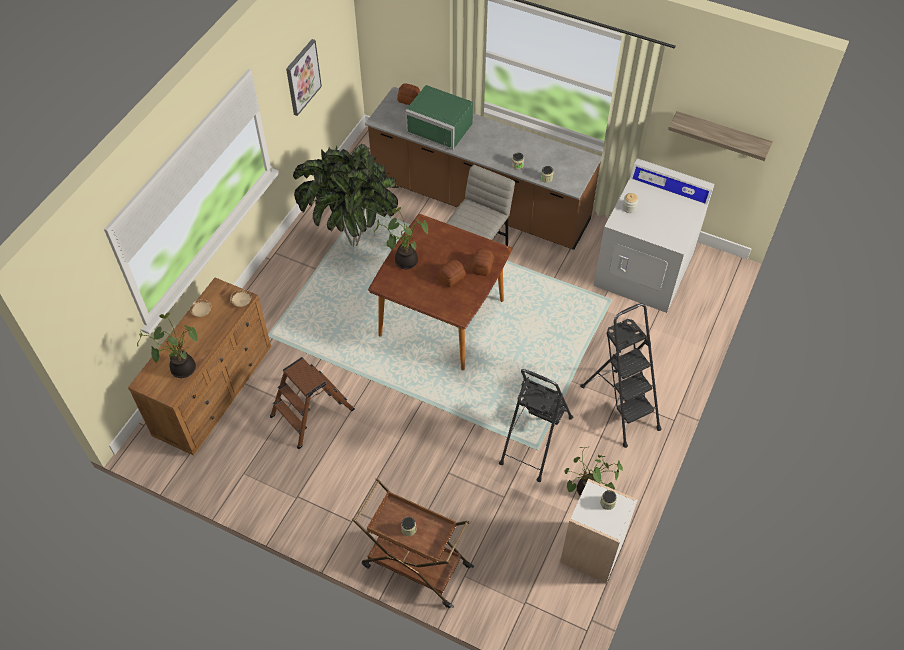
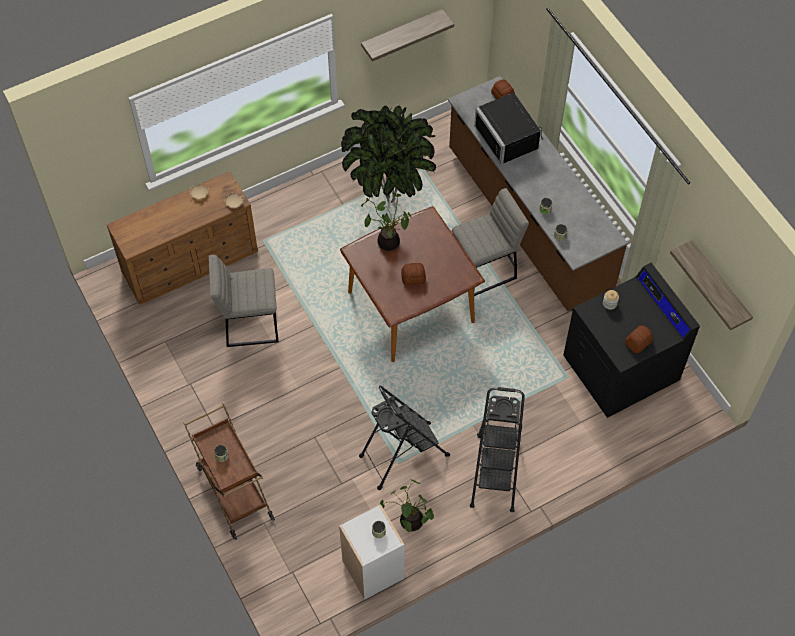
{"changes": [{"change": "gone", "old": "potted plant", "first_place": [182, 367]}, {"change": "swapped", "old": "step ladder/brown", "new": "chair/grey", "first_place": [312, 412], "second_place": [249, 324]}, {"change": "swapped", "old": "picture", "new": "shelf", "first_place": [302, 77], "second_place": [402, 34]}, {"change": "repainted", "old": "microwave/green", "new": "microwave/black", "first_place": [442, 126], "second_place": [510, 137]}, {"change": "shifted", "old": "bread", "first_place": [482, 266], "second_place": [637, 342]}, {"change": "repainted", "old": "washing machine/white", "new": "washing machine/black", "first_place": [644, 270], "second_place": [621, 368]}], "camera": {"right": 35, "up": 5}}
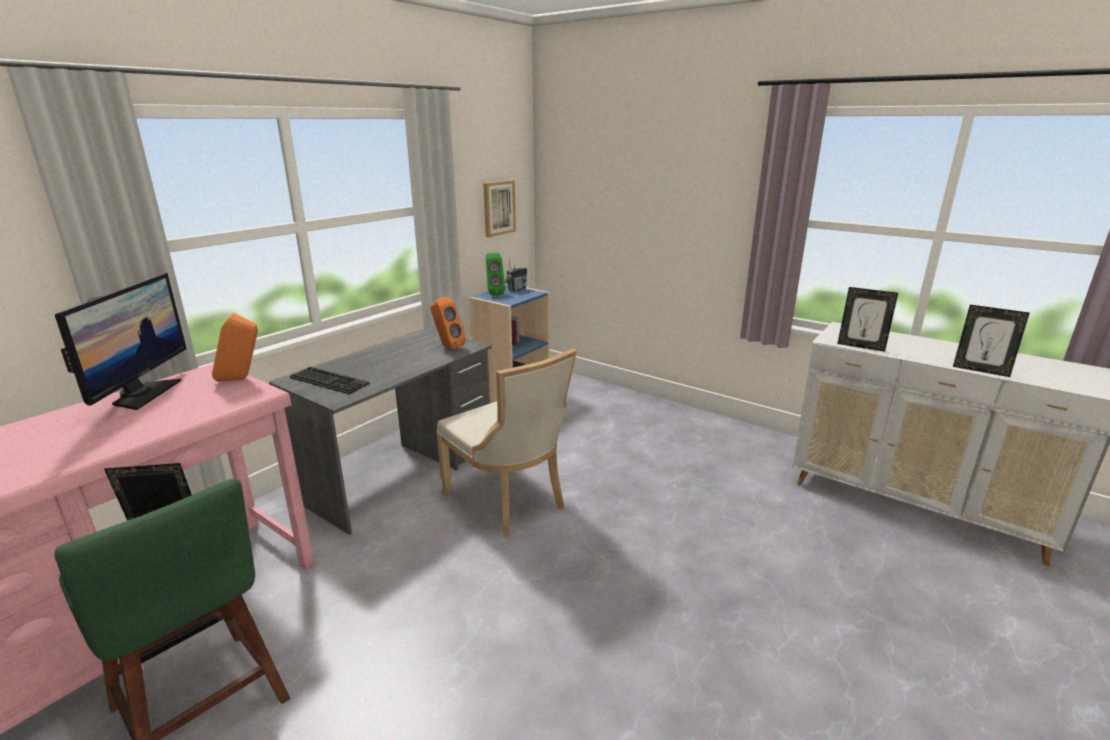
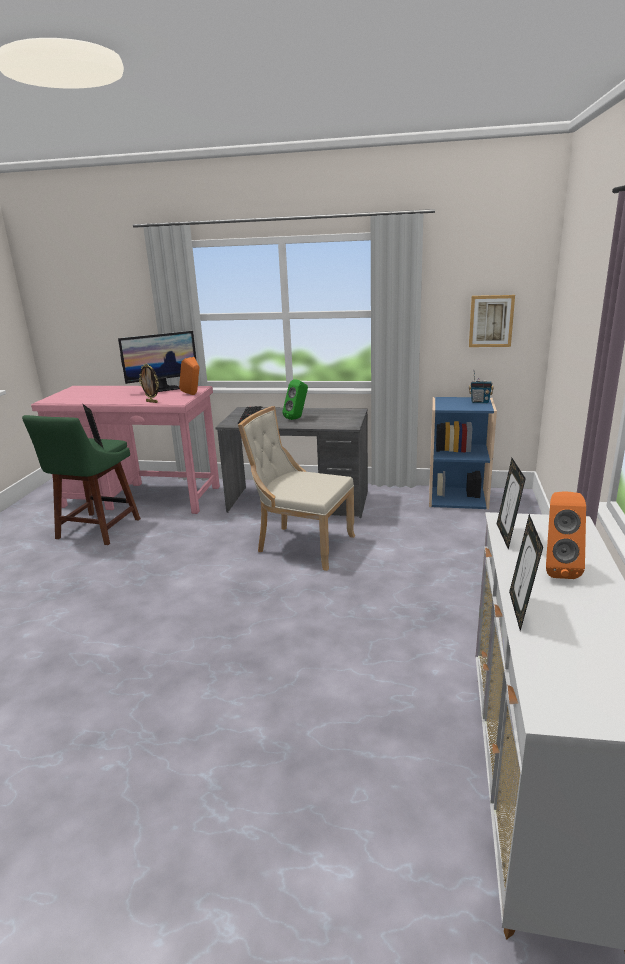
{"changes": [{"change": "shifted", "old": "speaker/orange", "first_place": [447, 346], "second_place": [557, 569]}, {"change": "rotated", "old": "chair/beige", "first_place": [509, 501], "second_place": [301, 545], "degrees": 90}, {"change": "shifted", "old": "speaker/green", "first_place": [494, 293], "second_place": [297, 418]}, {"change": "new", "new": "picture frame", "second_place": [152, 402]}], "camera": {"right": 65, "up": 0}}
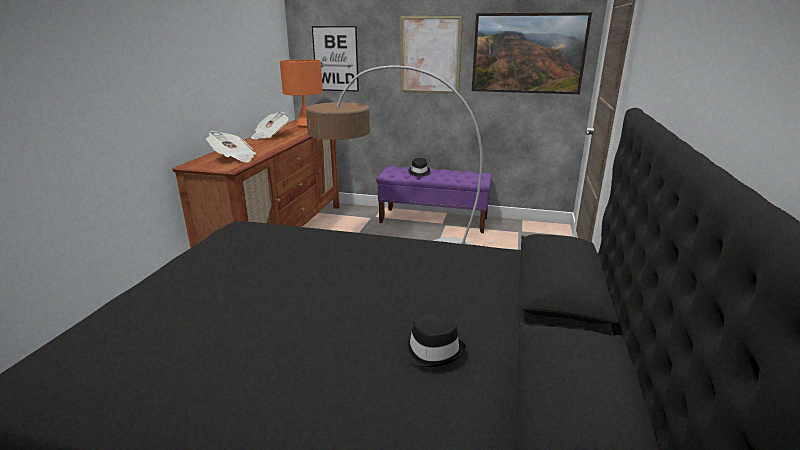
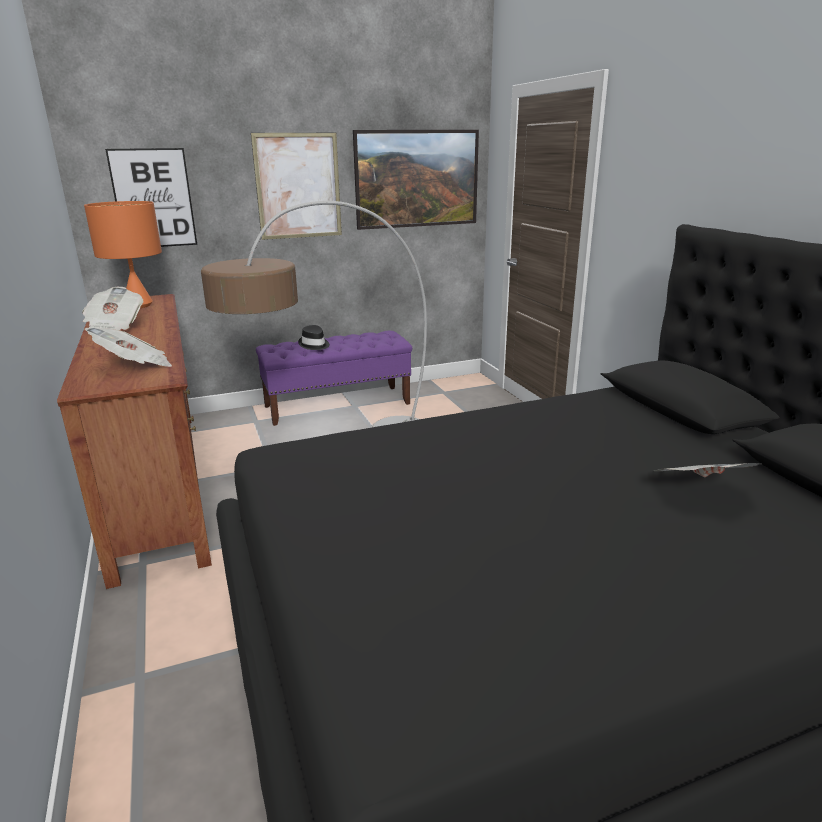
{"changes": [{"change": "swapped", "old": "hat/black", "new": "newspaper", "first_place": [432, 350], "second_place": [698, 490]}], "camera": {"right": -35, "up": 0}}
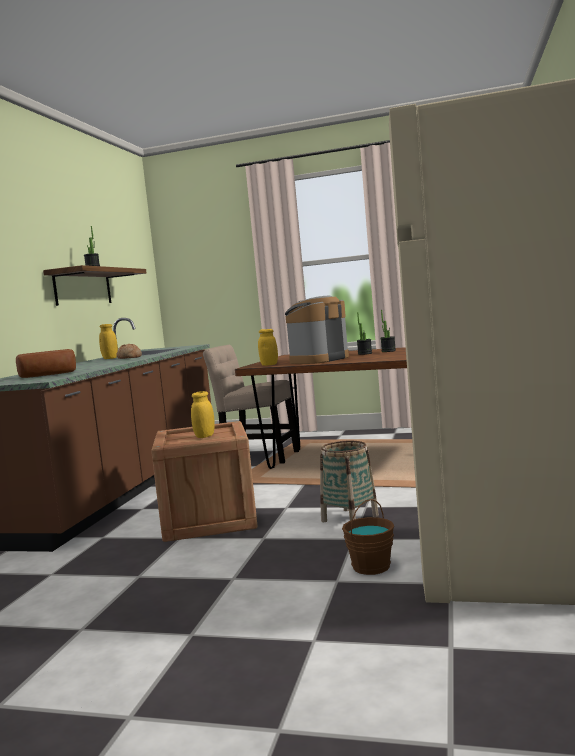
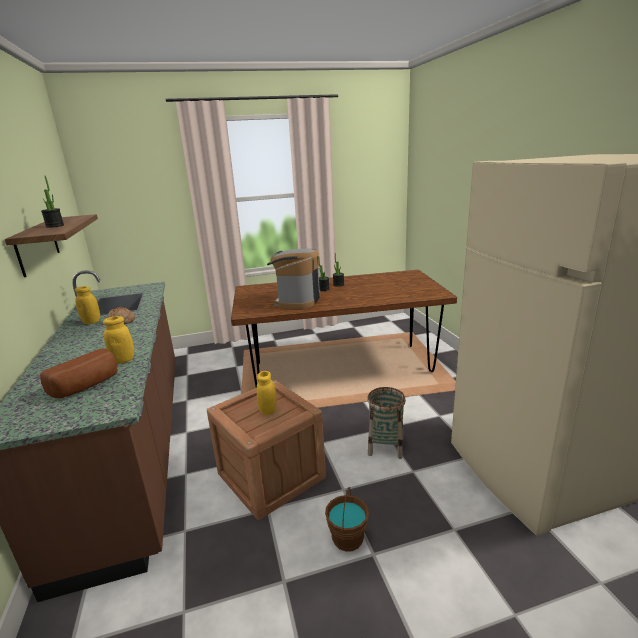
{"changes": [{"change": "gone", "old": "chair/beige", "first_place": [257, 458]}, {"change": "shifted", "old": "jar/yellow", "first_place": [269, 365], "second_place": [123, 360]}, {"change": "shifted", "old": "bucket/brown", "first_place": [371, 567], "second_place": [348, 538]}], "camera": {"right": -30, "up": 15}}
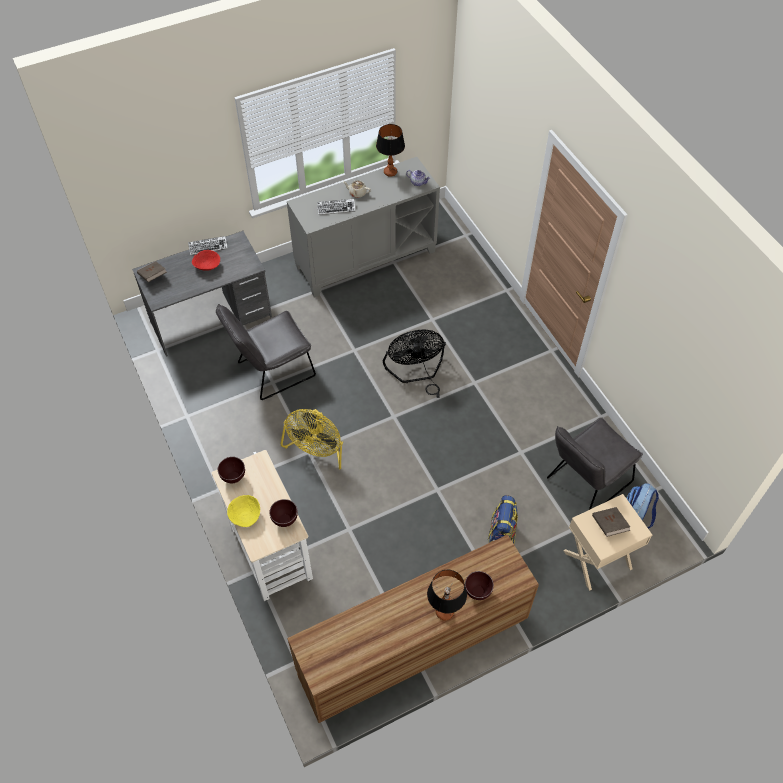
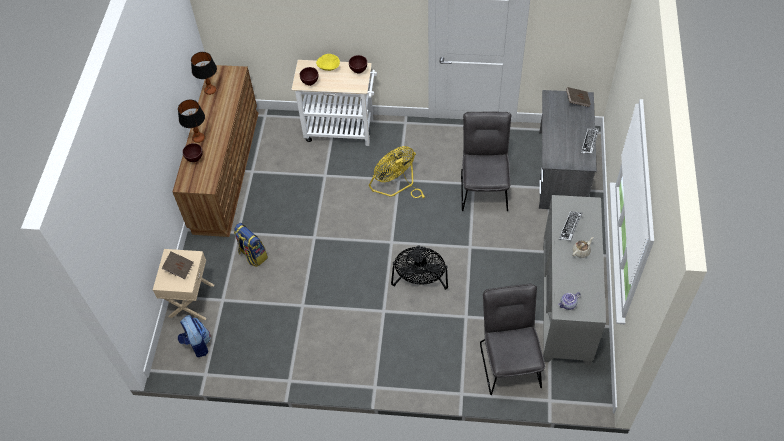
{"changes": [{"change": "gone", "old": "bowl/red", "first_place": [207, 266]}, {"change": "shifted", "old": "table lamp", "first_place": [390, 172], "second_place": [210, 90]}, {"change": "rotated", "old": "fan/black", "first_place": [418, 373], "second_place": [418, 277], "degrees": 75}, {"change": "shifted", "old": "chair/grey", "first_place": [585, 483], "second_place": [509, 360]}], "camera": {"right": 125, "up": 0}}
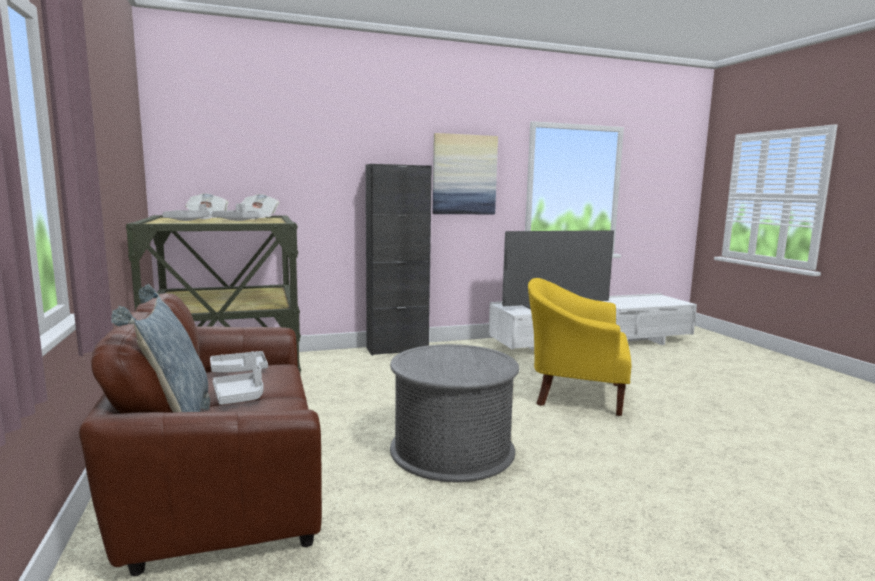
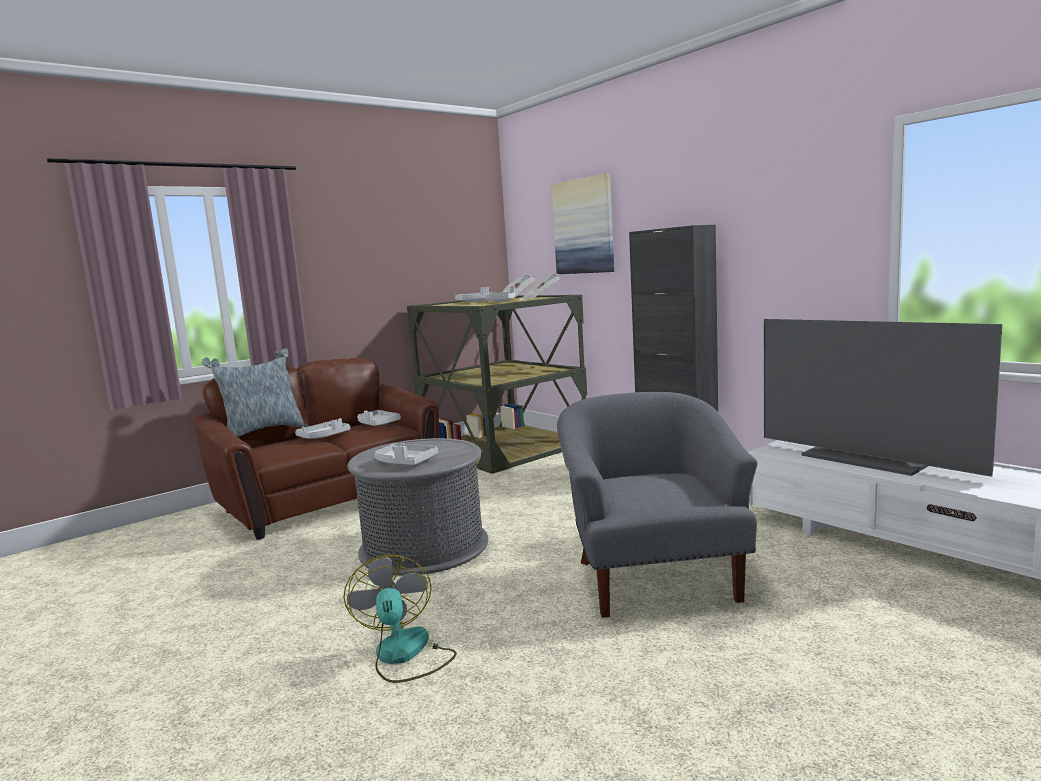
{"changes": [{"change": "shifted", "old": "picture", "first_place": [464, 175], "second_place": [584, 226]}, {"change": "repainted", "old": "armchair/yellow", "new": "armchair/grey", "first_place": [573, 394], "second_place": [654, 577]}, {"change": "new", "new": "fan", "second_place": [404, 655]}, {"change": "new", "new": "tray/grey", "second_place": [405, 462]}], "camera": {"right": 70, "up": 0}}
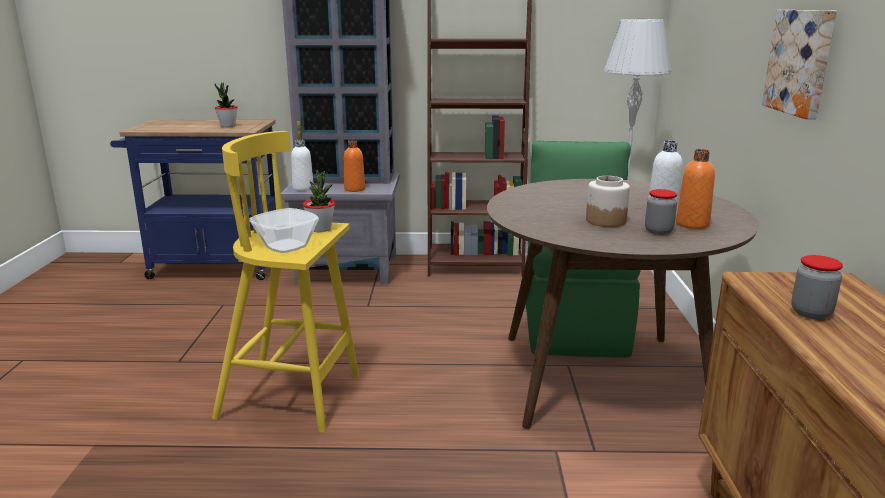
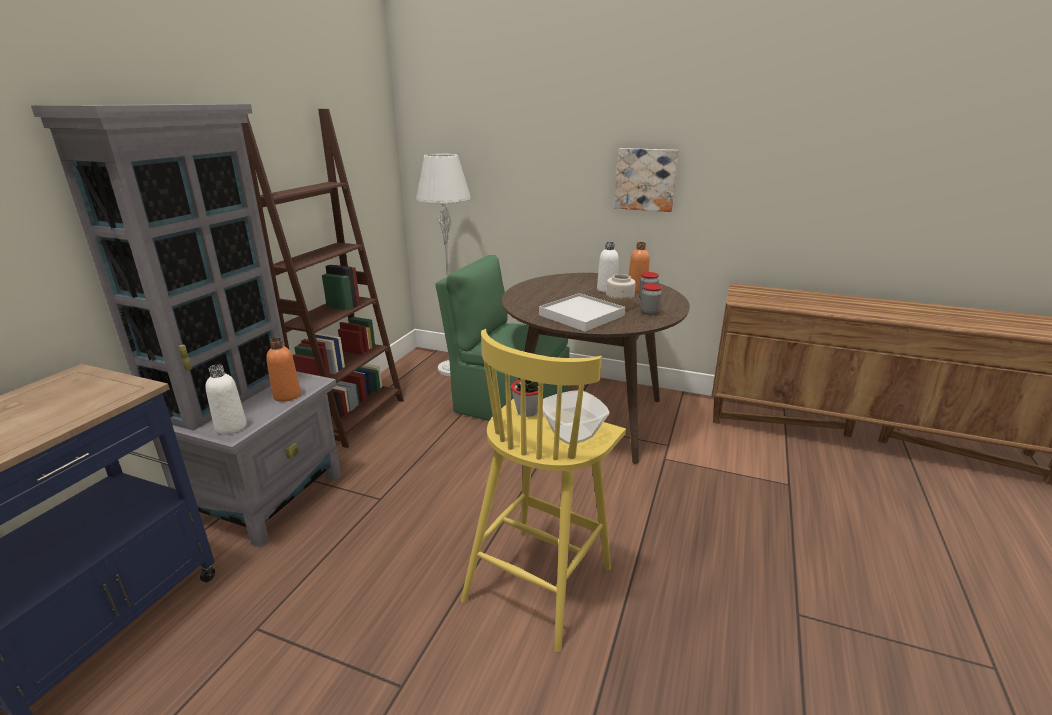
{"changes": [{"change": "gone", "old": "potted plant", "first_place": [228, 126]}, {"change": "shifted", "old": "jar", "first_place": [811, 313], "second_place": [649, 313]}, {"change": "new", "new": "tray/white", "second_place": [581, 315]}], "camera": {"right": -70, "up": 5}}
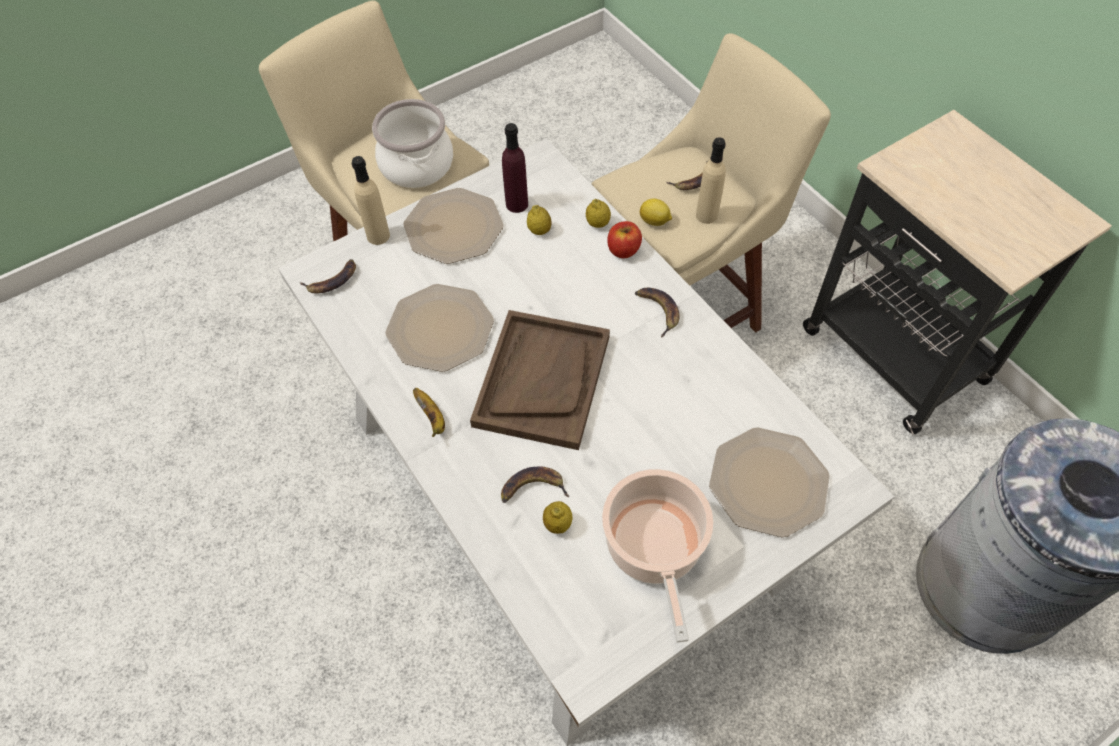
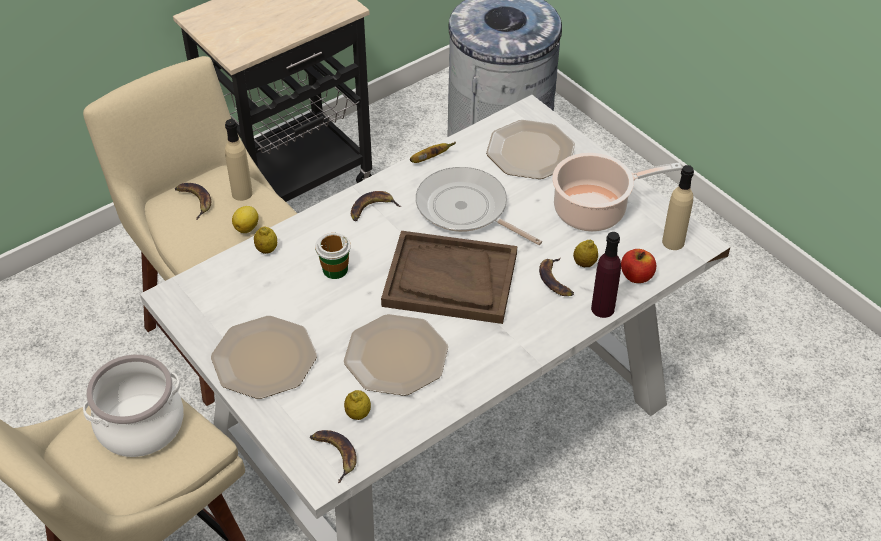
{"changes": [{"change": "shifted", "old": "bottle/beige", "first_place": [378, 236], "second_place": [673, 242]}, {"change": "shifted", "old": "banana", "first_place": [432, 418], "second_place": [430, 158]}, {"change": "shifted", "old": "bottle/purple", "first_place": [517, 204], "second_place": [602, 309]}, {"change": "shifted", "old": "lemon", "first_place": [539, 231], "second_place": [358, 414]}, {"change": "shifted", "old": "apple", "first_place": [623, 250], "second_place": [636, 276]}, {"change": "new", "new": "cup", "second_place": [335, 269]}, {"change": "new", "new": "frying pan", "second_place": [466, 210]}], "camera": {"right": -95, "up": -10}}
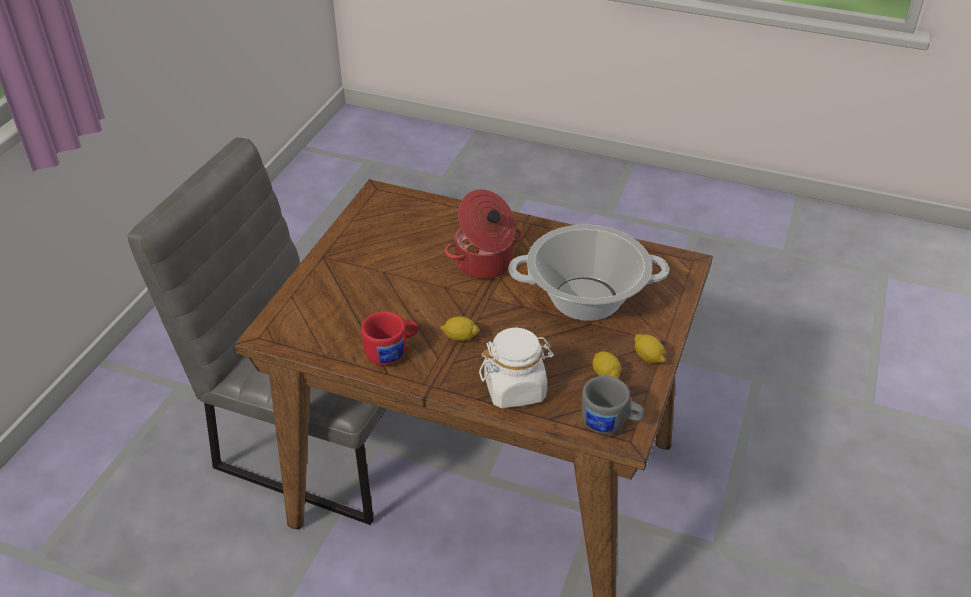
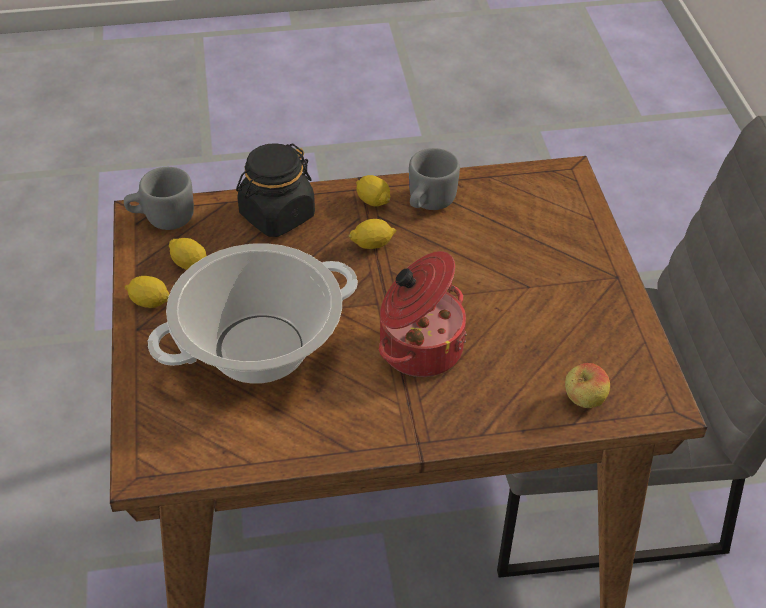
{"changes": [{"change": "repainted", "old": "mug/red", "new": "mug/grey", "first_place": [392, 352], "second_place": [427, 203]}, {"change": "repainted", "old": "jar/white", "new": "jar/black", "first_place": [515, 389], "second_place": [277, 216]}, {"change": "new", "new": "lemon", "second_place": [373, 201]}, {"change": "new", "new": "apple", "second_place": [583, 401]}], "camera": {"right": 150, "up": 5}}
